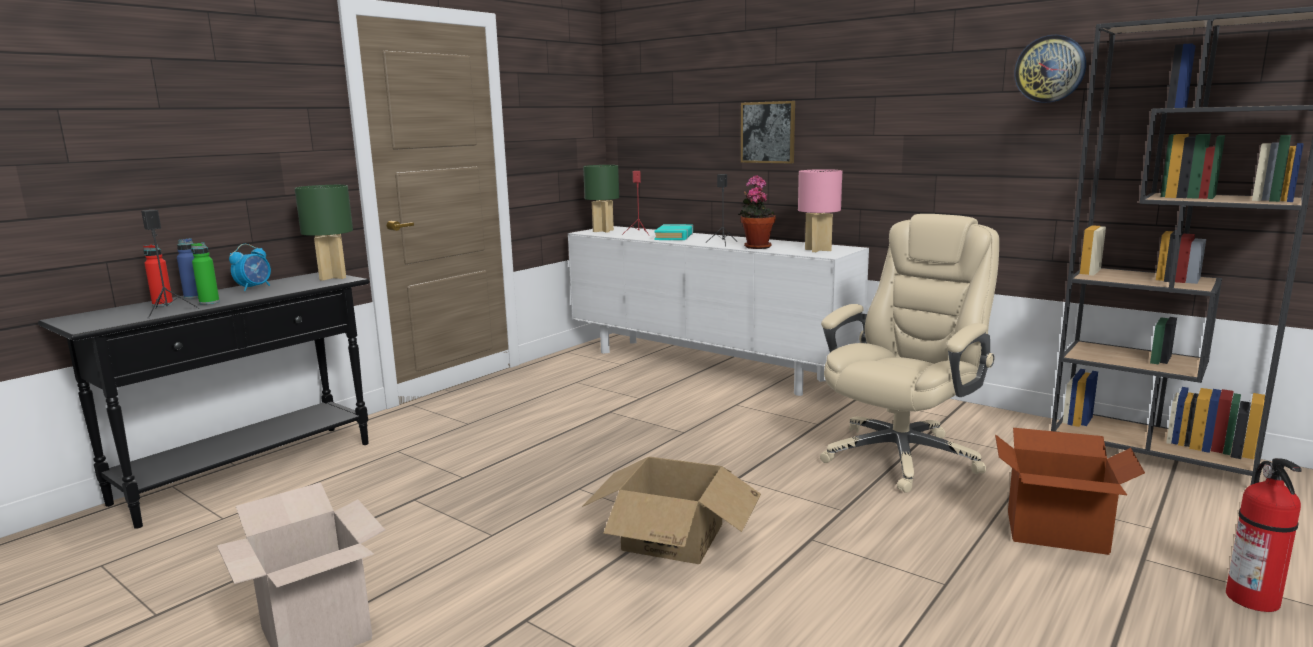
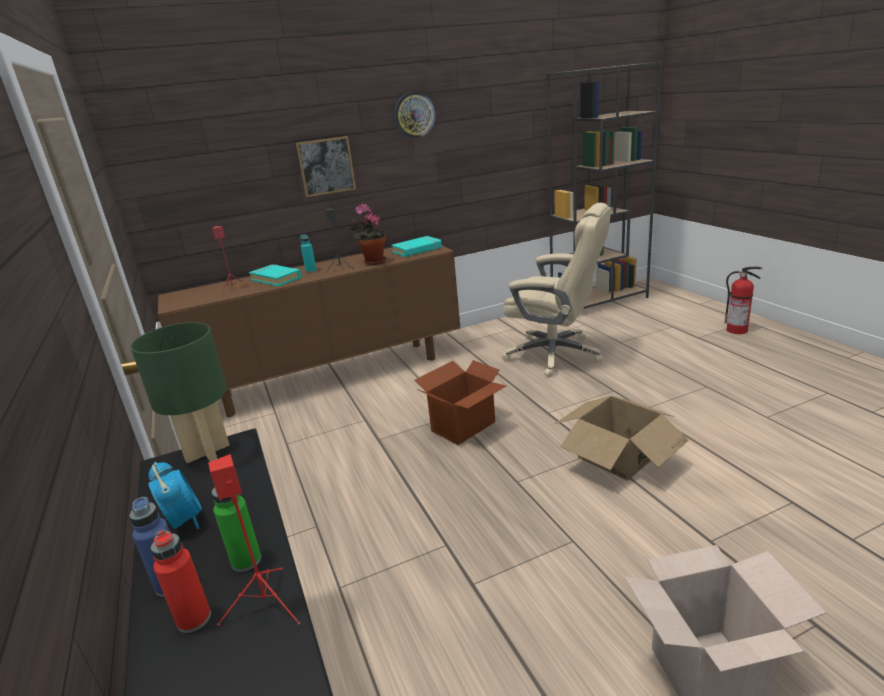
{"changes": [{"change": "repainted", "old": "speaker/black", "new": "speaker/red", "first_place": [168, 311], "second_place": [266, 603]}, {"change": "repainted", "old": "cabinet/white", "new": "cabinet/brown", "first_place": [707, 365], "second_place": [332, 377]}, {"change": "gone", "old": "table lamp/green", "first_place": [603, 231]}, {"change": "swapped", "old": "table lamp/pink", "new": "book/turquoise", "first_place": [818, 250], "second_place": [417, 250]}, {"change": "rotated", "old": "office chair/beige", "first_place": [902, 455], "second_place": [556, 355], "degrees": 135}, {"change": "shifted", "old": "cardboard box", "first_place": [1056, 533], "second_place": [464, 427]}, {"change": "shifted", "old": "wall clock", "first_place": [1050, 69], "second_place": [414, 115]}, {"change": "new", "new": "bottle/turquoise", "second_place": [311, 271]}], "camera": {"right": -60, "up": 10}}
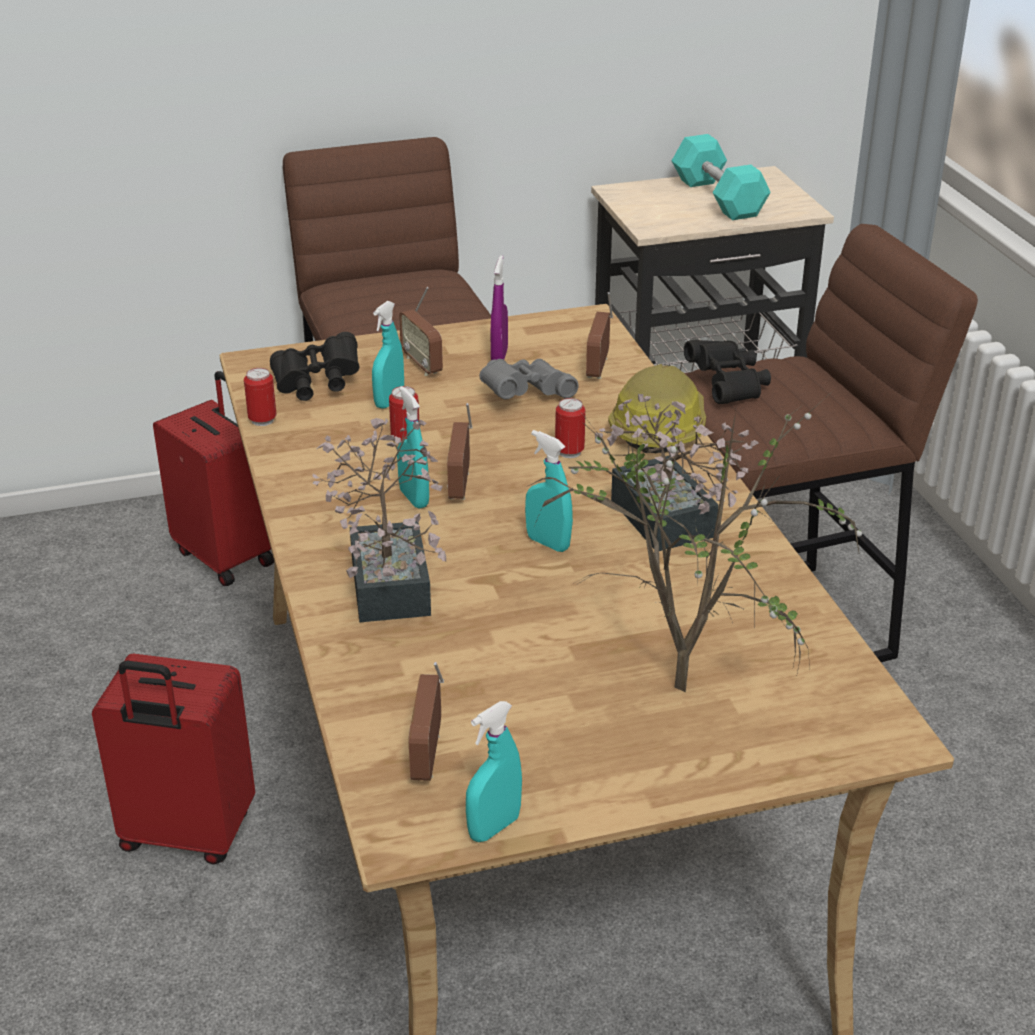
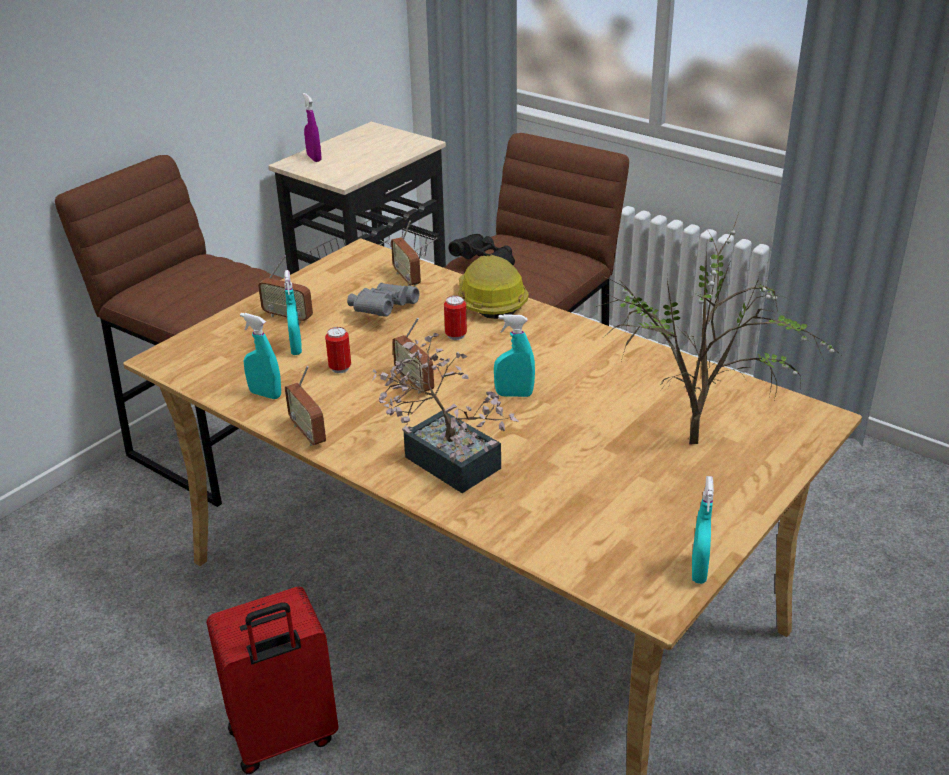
{"changes": [{"change": "gone", "old": "suitcase/red", "first_place": [227, 556]}, {"change": "gone", "old": "can", "first_place": [262, 420]}, {"change": "gone", "old": "binoculars/black", "first_place": [317, 384]}, {"change": "shifted", "old": "spray bottle/turquoise", "first_place": [414, 498], "second_place": [265, 394]}, {"change": "shifted", "old": "radio", "first_place": [428, 755], "second_place": [308, 433]}, {"change": "shifted", "old": "spray bottle/purple", "first_place": [499, 356], "second_place": [314, 158]}, {"change": "gone", "old": "potted plant", "first_place": [667, 525]}, {"change": "gone", "old": "dumbbell/turquoise", "first_place": [718, 198]}], "camera": {"right": -35, "up": 0}}
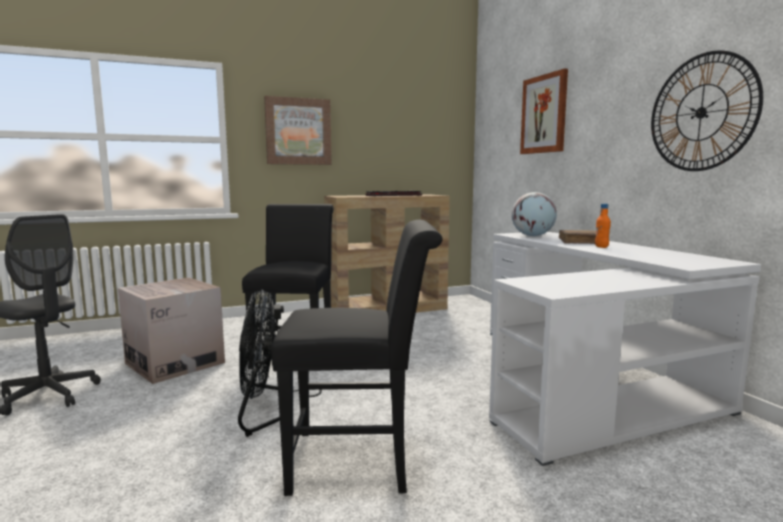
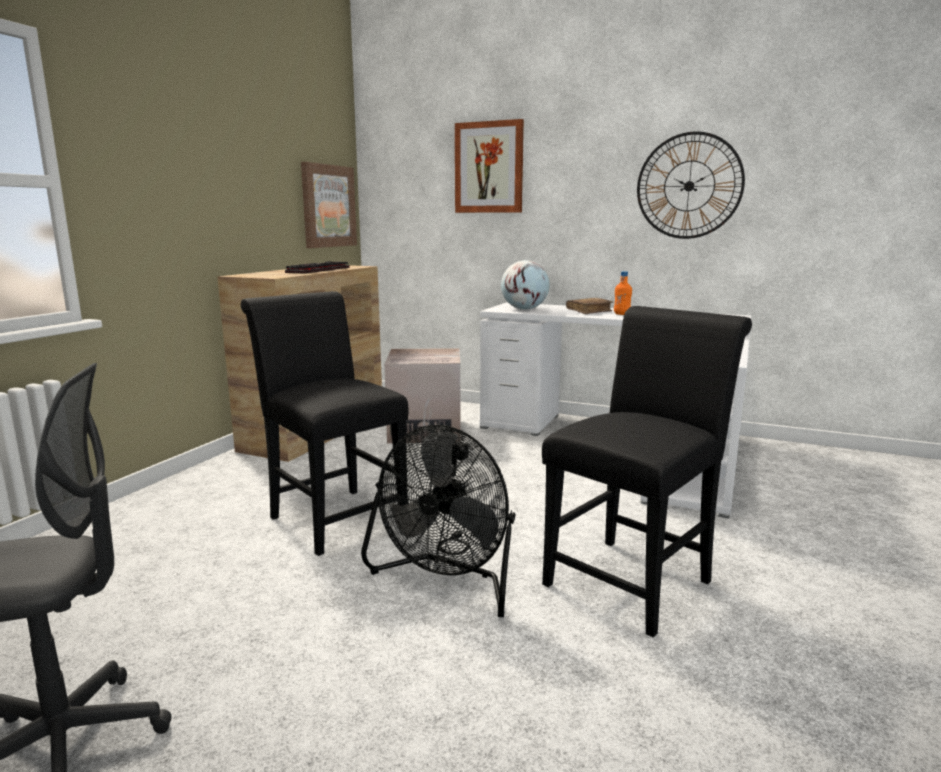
{"changes": [{"change": "shifted", "old": "cardboard box", "first_place": [175, 363], "second_place": [425, 431]}, {"change": "shifted", "old": "picture", "first_place": [298, 131], "second_place": [328, 206]}], "camera": {"right": -45, "up": 5}}
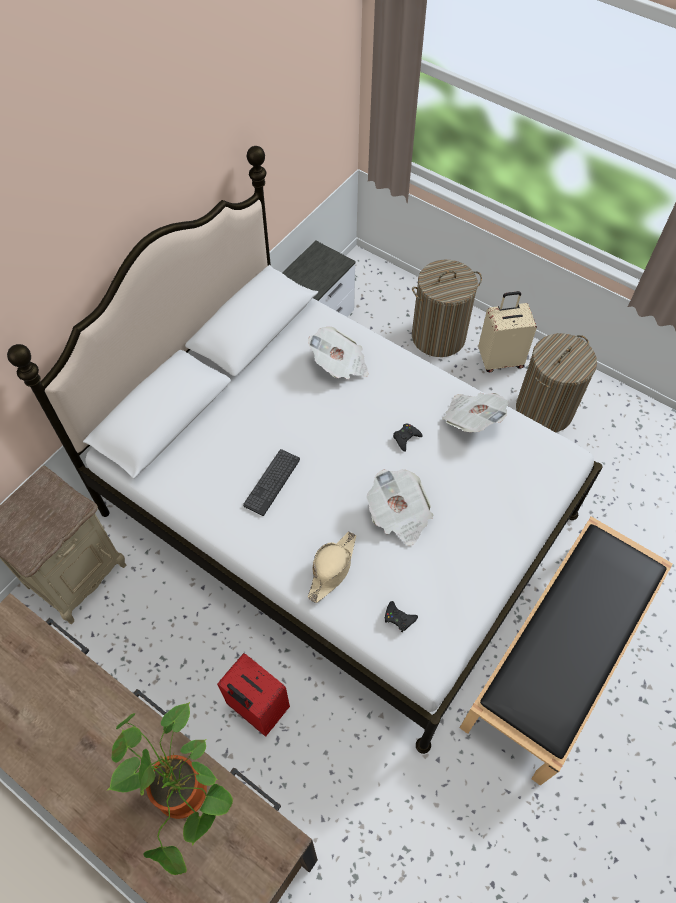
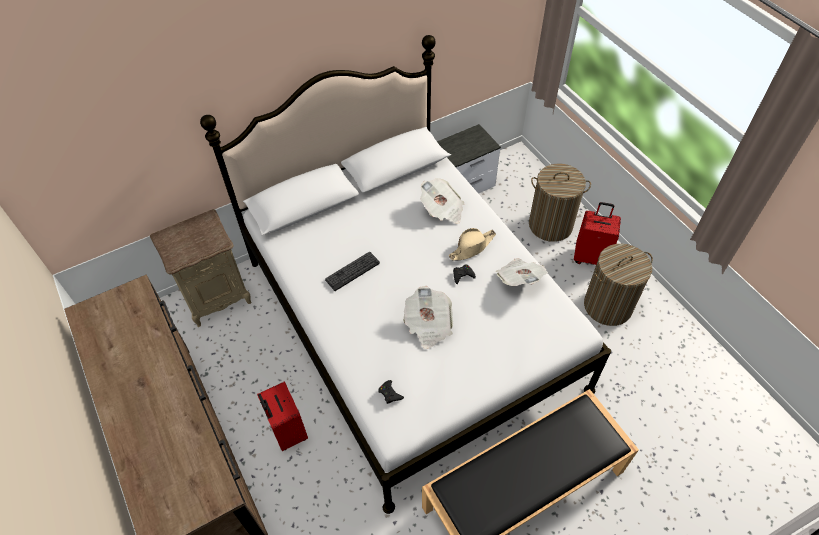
{"changes": [{"change": "gone", "old": "potted plant", "first_place": [187, 794]}, {"change": "shifted", "old": "hat/beige", "first_place": [332, 568], "second_place": [472, 247]}, {"change": "repainted", "old": "suitcase/beige", "new": "suitcase/red", "first_place": [500, 359], "second_place": [591, 257]}], "camera": {"right": 25, "up": -5}}
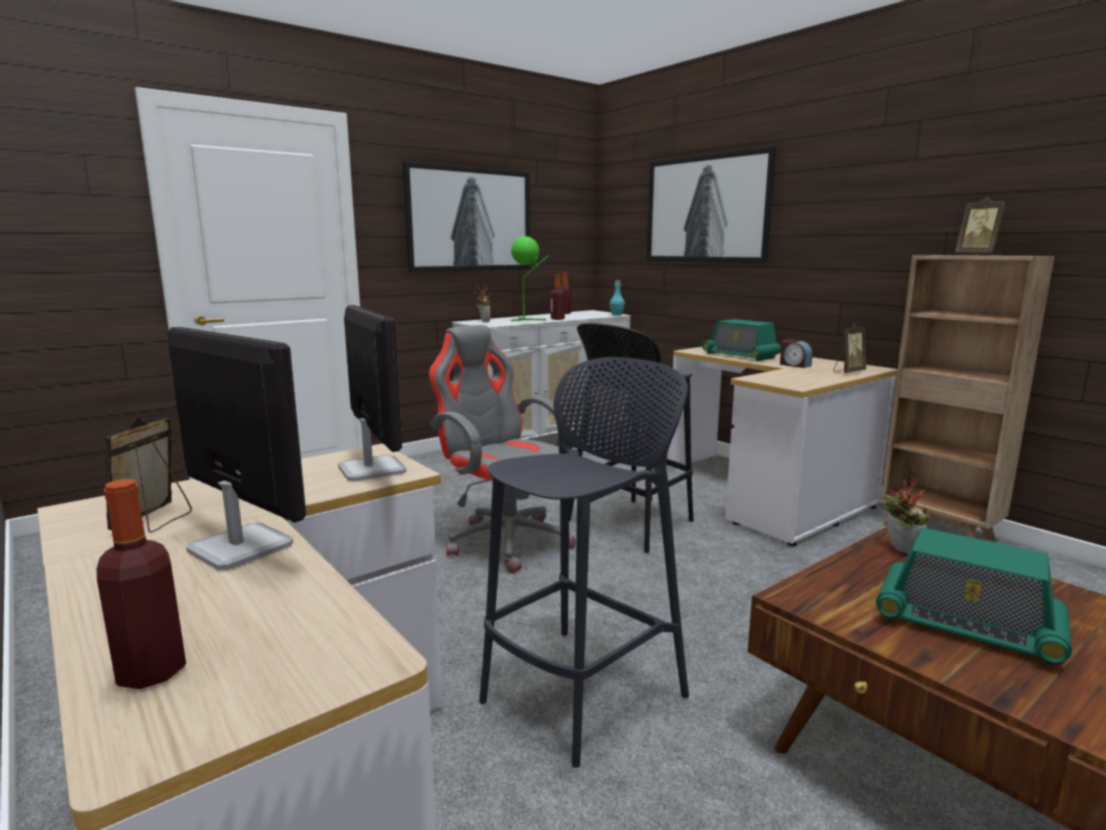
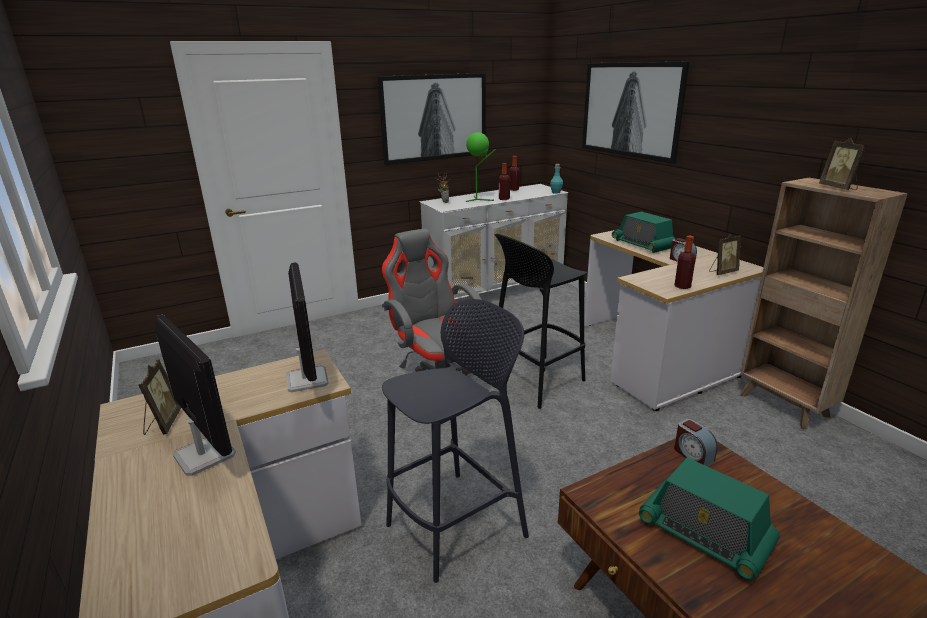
{"changes": [{"change": "shifted", "old": "bottle", "first_place": [151, 672], "second_place": [682, 286]}, {"change": "rotated", "old": "picture frame", "first_place": [155, 521], "second_place": [163, 423], "degrees": 150}, {"change": "swapped", "old": "potted plant", "new": "alarm clock", "first_place": [899, 550], "second_place": [692, 455]}], "camera": {"right": 10, "up": 10}}
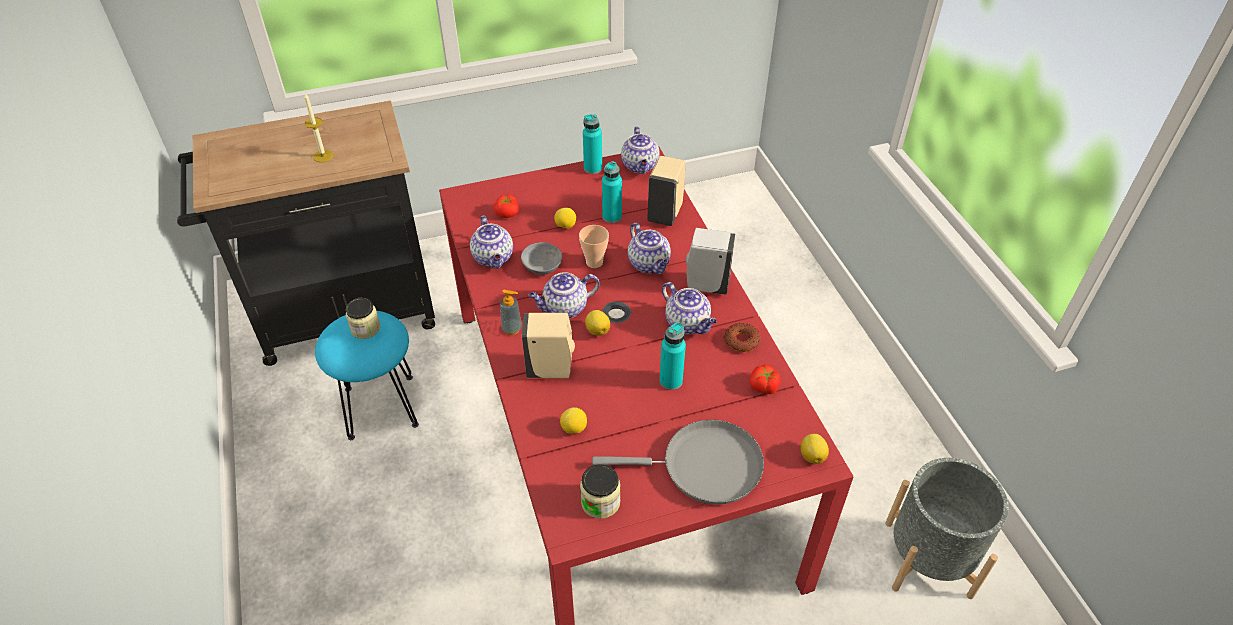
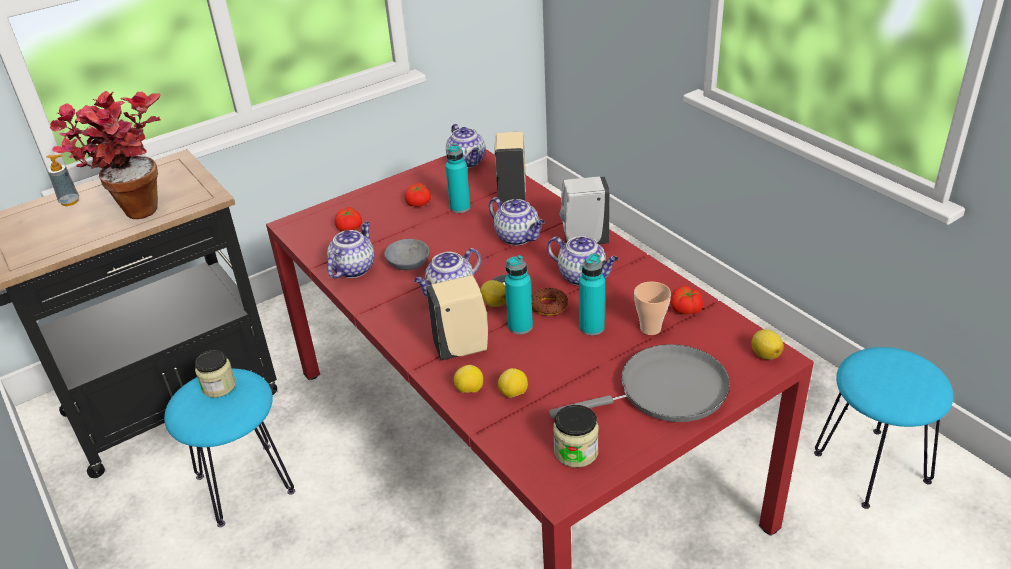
{"changes": [{"change": "swapped", "old": "candle", "new": "potted plant", "first_place": [323, 156], "second_place": [132, 208]}, {"change": "rotated", "old": "teapot", "first_place": [494, 258], "second_place": [353, 268], "degrees": -120}, {"change": "shifted", "old": "soap dispenser", "first_place": [512, 328], "second_place": [70, 201]}, {"change": "shifted", "old": "lemon", "first_place": [565, 226], "second_place": [469, 390]}, {"change": "shifted", "old": "cup", "first_place": [594, 262], "second_place": [650, 328]}, {"change": "shifted", "old": "bottle/turquoise", "first_place": [593, 168], "second_place": [520, 326]}, {"change": "shifted", "old": "donut", "first_place": [741, 340], "second_place": [548, 306]}, {"change": "swapped", "old": "planter/grey", "new": "stool/turquoise", "first_place": [928, 558], "second_place": [872, 467]}, {"change": "new", "new": "tomato", "second_place": [419, 203]}], "camera": {"right": -15, "up": -10}}
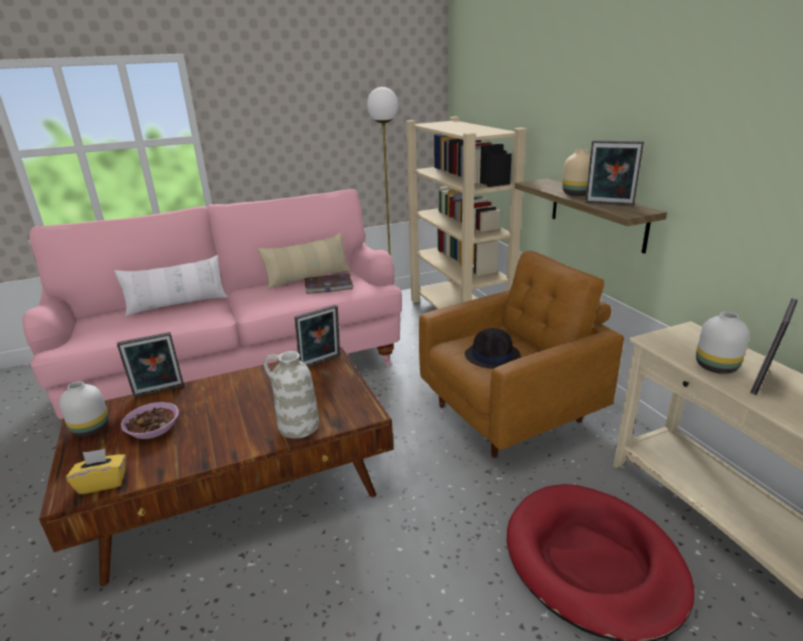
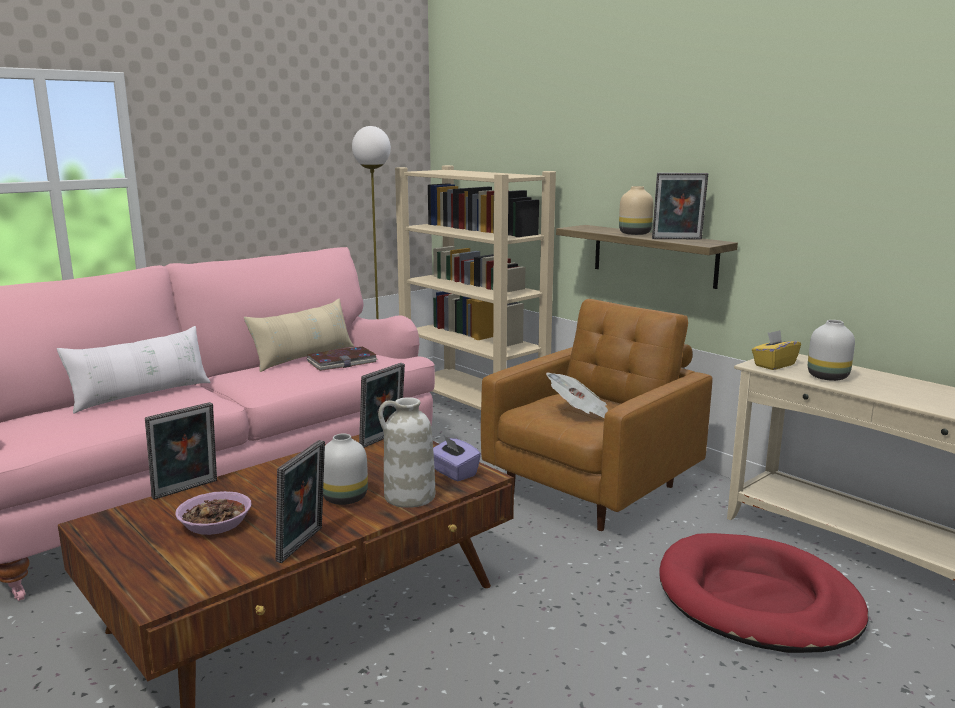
{"changes": [{"change": "shifted", "old": "vase/white", "first_place": [92, 428], "second_place": [345, 497]}, {"change": "shifted", "old": "tissue box/yellow", "first_place": [103, 482], "second_place": [774, 365]}, {"change": "swapped", "old": "hat/black", "new": "newspaper", "first_place": [492, 355], "second_place": [579, 413]}, {"change": "shifted", "old": "picture frame", "first_place": [763, 382], "second_place": [304, 545]}, {"change": "new", "new": "tissue box/purple", "second_place": [453, 473]}], "camera": {"right": -20, "up": -10}}
